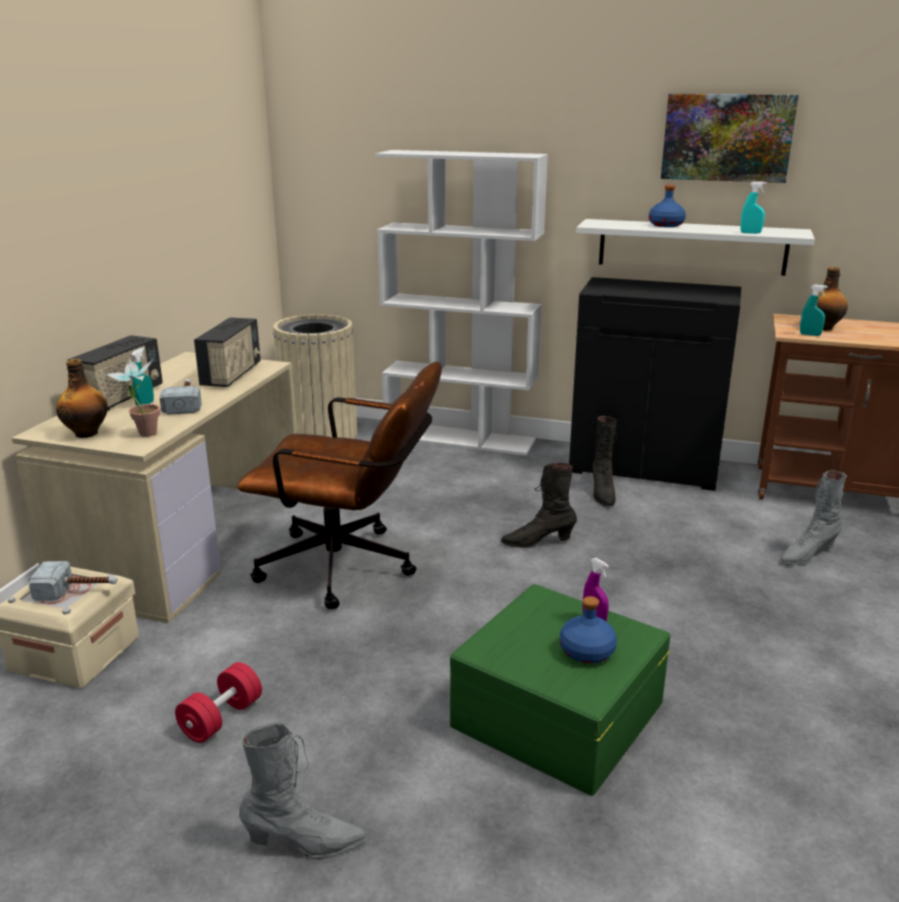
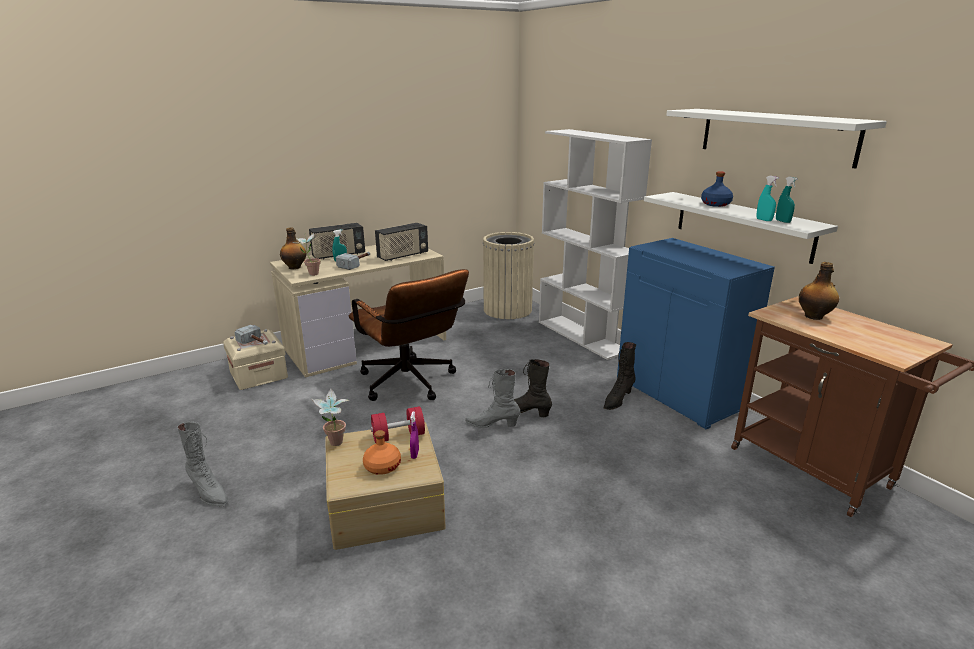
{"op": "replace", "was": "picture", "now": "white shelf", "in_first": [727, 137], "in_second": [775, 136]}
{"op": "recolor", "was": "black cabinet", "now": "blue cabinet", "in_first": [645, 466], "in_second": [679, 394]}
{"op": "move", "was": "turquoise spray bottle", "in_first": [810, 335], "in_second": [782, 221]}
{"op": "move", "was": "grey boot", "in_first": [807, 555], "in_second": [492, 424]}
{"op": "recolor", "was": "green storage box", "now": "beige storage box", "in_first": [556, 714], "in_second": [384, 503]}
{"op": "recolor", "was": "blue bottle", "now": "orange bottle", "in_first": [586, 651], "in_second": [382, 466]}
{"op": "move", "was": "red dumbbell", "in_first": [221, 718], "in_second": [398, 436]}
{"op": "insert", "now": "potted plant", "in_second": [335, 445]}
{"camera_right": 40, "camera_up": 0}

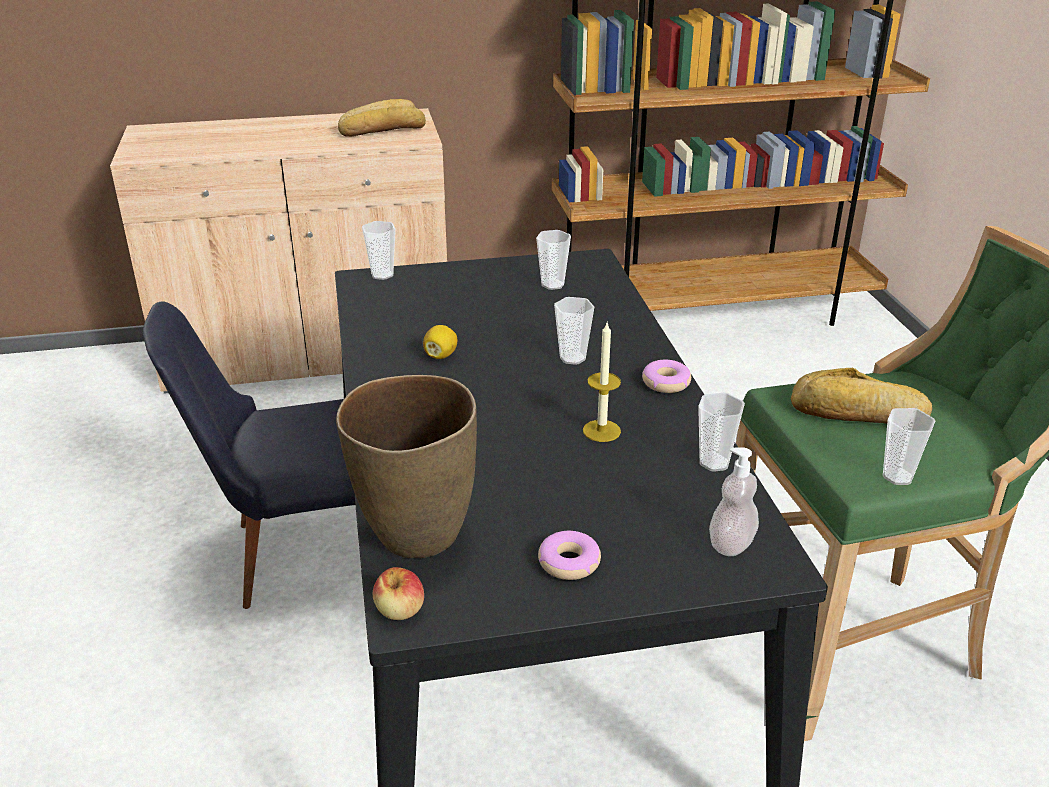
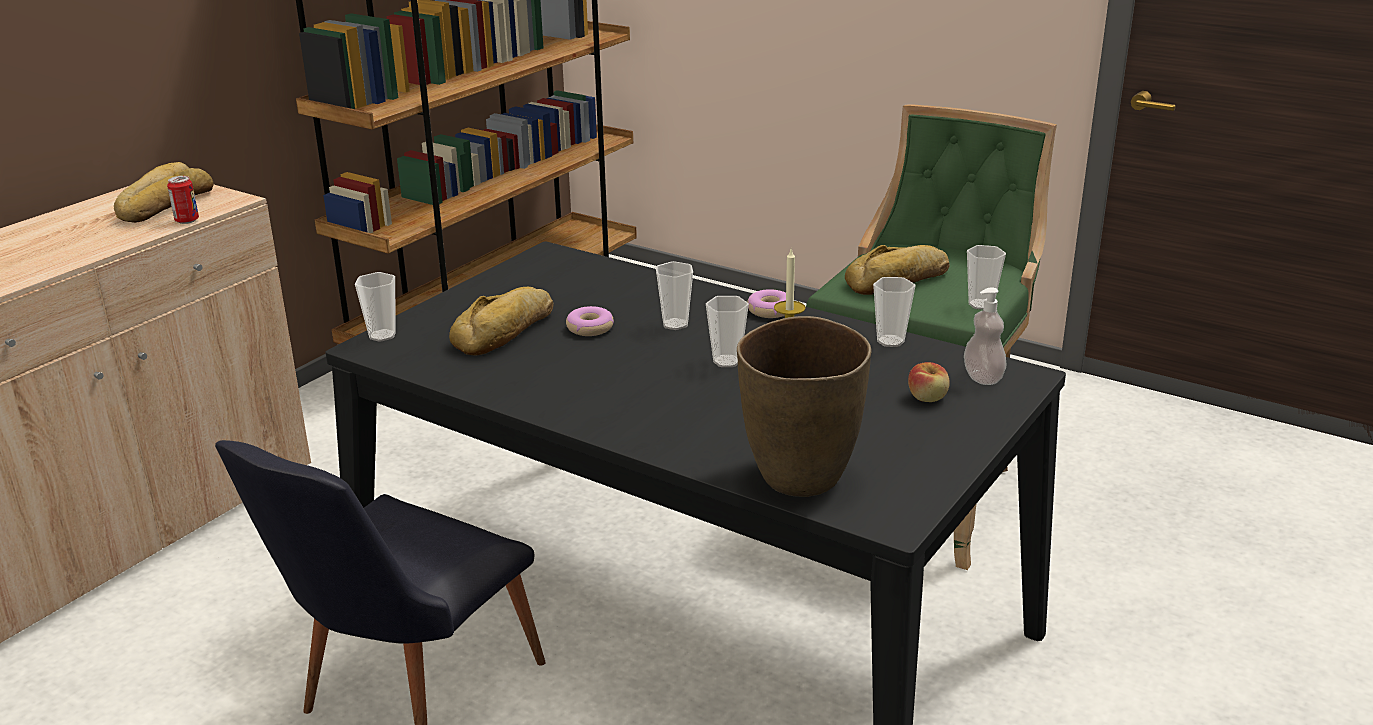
{"op": "move", "was": "cup", "in_first": [552, 285], "in_second": [727, 361]}
{"op": "delete", "was": "lemon", "in_first": [441, 355]}
{"op": "move", "was": "donut", "in_first": [569, 563], "in_second": [590, 328]}
{"op": "move", "was": "apple", "in_first": [400, 610], "in_second": [928, 397]}
{"op": "insert", "now": "can", "in_second": [187, 221]}
{"op": "insert", "now": "bread", "in_second": [507, 331]}
{"camera_right": -45, "camera_up": -5}

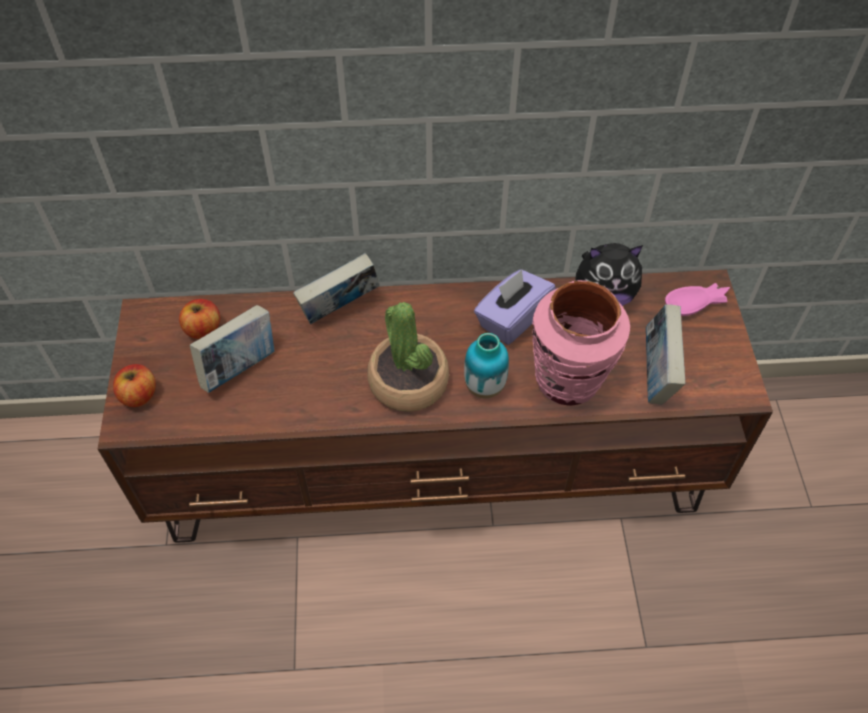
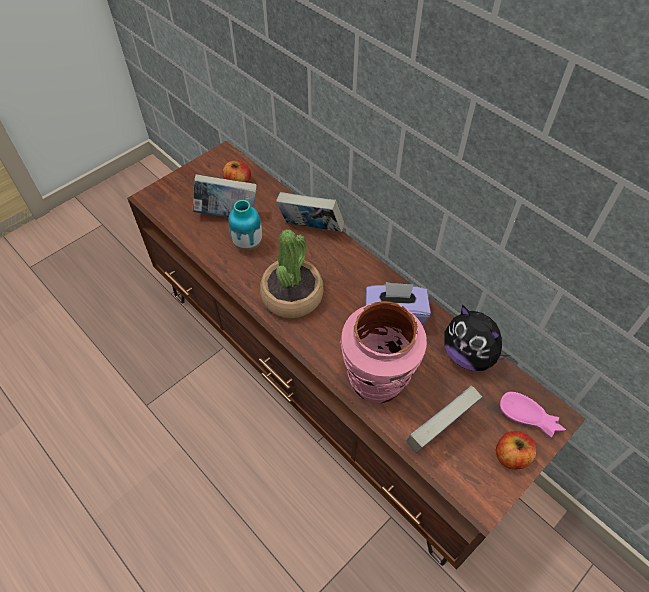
{"op": "move", "was": "vase", "in_first": [484, 387], "in_second": [248, 244]}
{"op": "move", "was": "apple", "in_first": [139, 395], "in_second": [511, 456]}
{"camera_right": 50, "camera_up": 0}

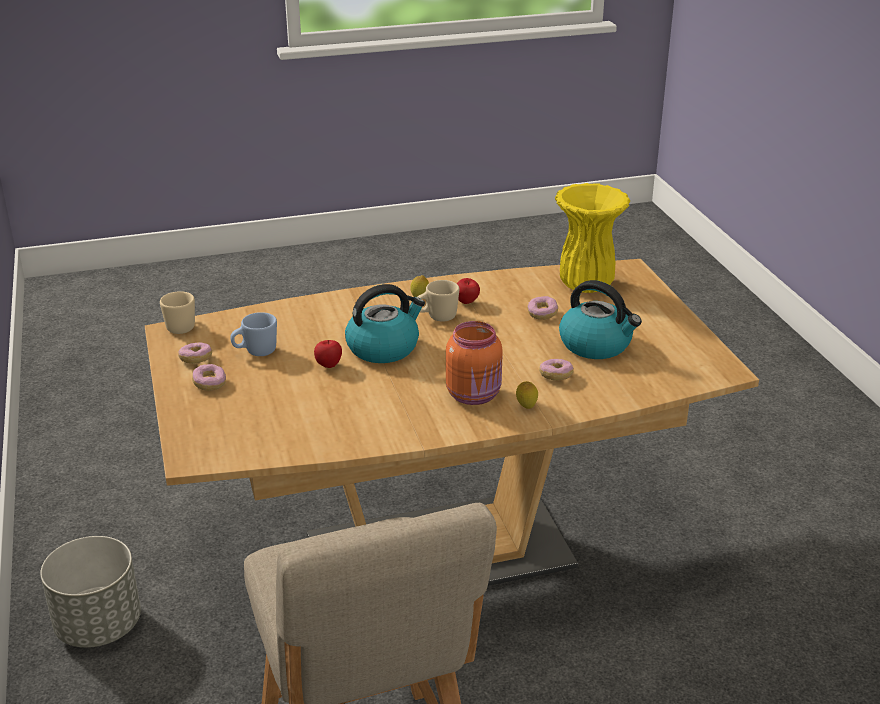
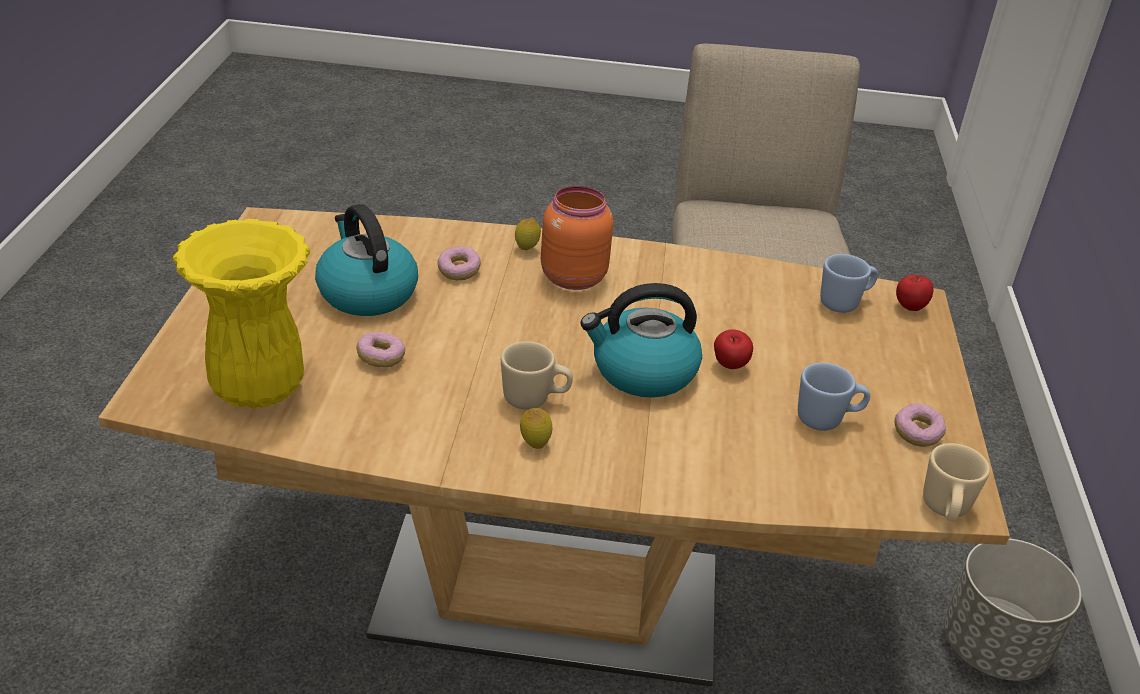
{"op": "move", "was": "apple", "in_first": [467, 303], "in_second": [909, 308]}
{"op": "delete", "was": "donut", "in_first": [209, 384]}
{"op": "insert", "now": "blue mug", "in_second": [845, 303]}
{"camera_right": -160, "camera_up": 5}

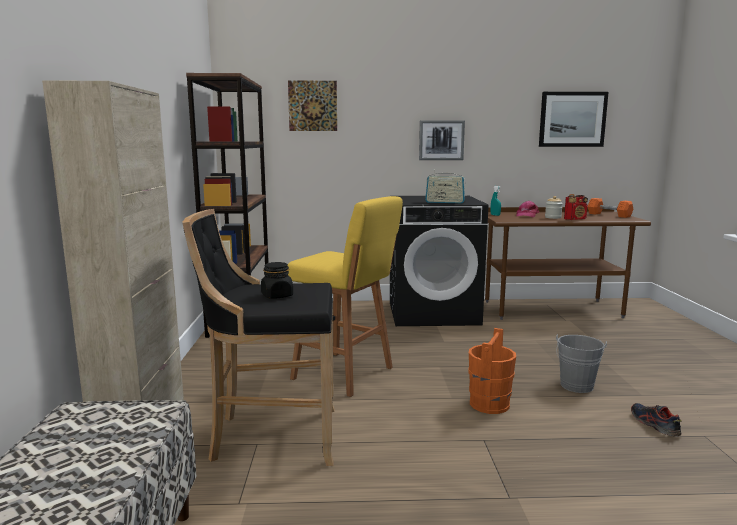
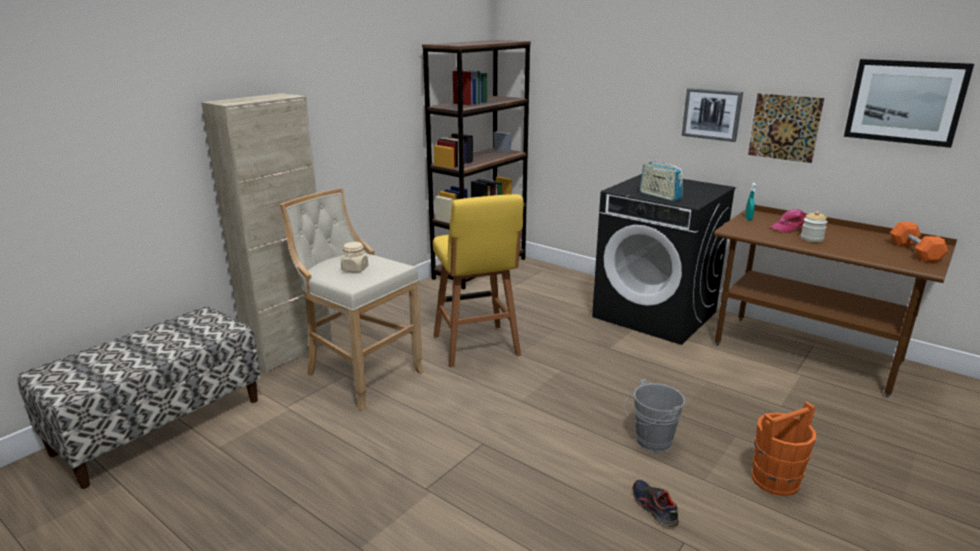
{"op": "move", "was": "picture", "in_first": [312, 106], "in_second": [784, 127]}
{"op": "delete", "was": "radio", "in_first": [575, 219]}
{"op": "recolor", "was": "black stool", "now": "beige stool", "in_first": [271, 437], "in_second": [359, 374]}
{"op": "recolor", "was": "black jar", "now": "beige jar", "in_first": [277, 296], "in_second": [355, 269]}
{"op": "move", "was": "orange bucket", "in_first": [489, 404], "in_second": [775, 480]}
{"op": "rotate", "was": "shoe", "in_first": [654, 424], "in_second": [653, 508], "clockwise": -45}
{"camera_right": 40, "camera_up": 10}

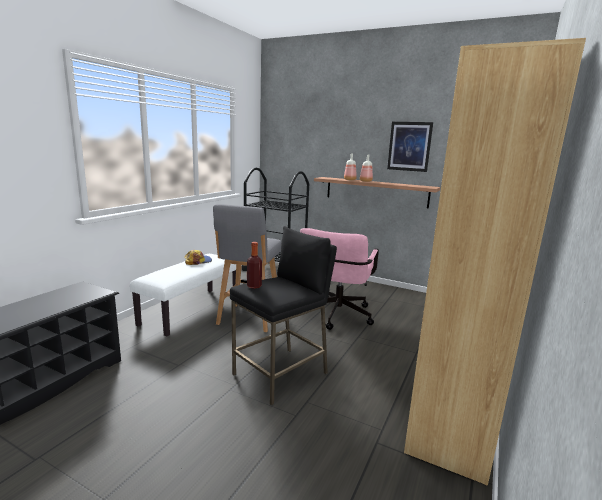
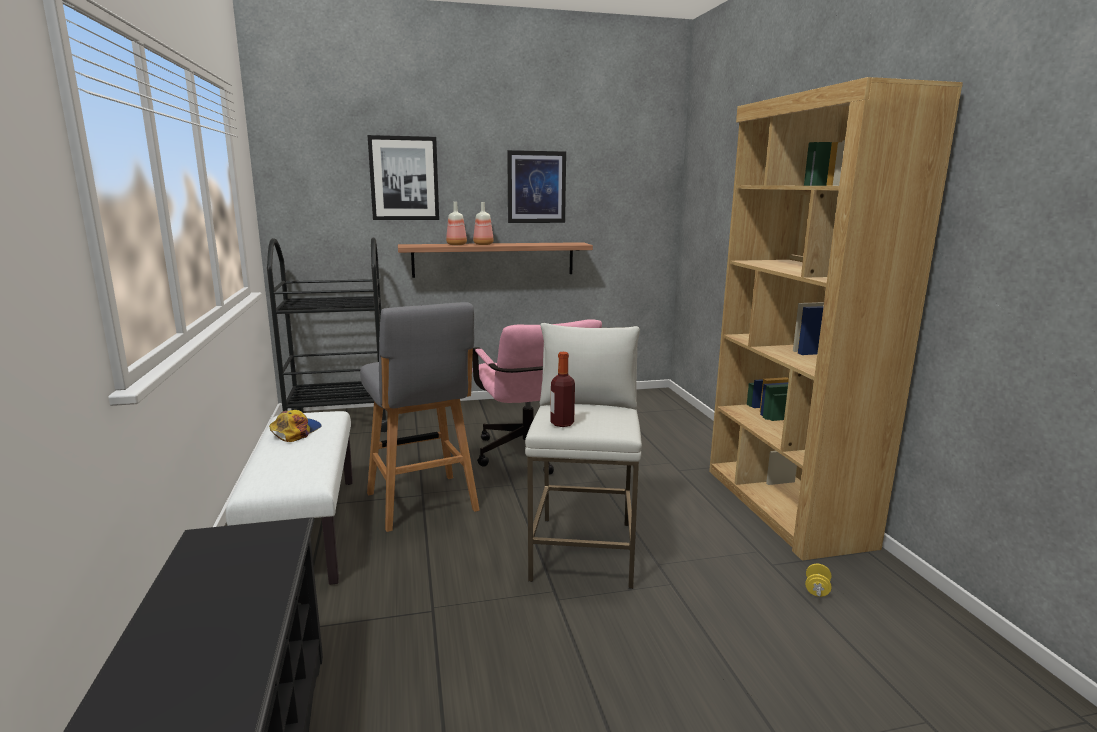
{"op": "recolor", "was": "black stool", "now": "white stool", "in_first": [281, 374], "in_second": [583, 550]}
{"op": "insert", "now": "picture", "in_second": [404, 178]}
{"op": "insert", "now": "yellow dumbbell", "in_second": [816, 590]}
{"camera_right": -40, "camera_up": 0}

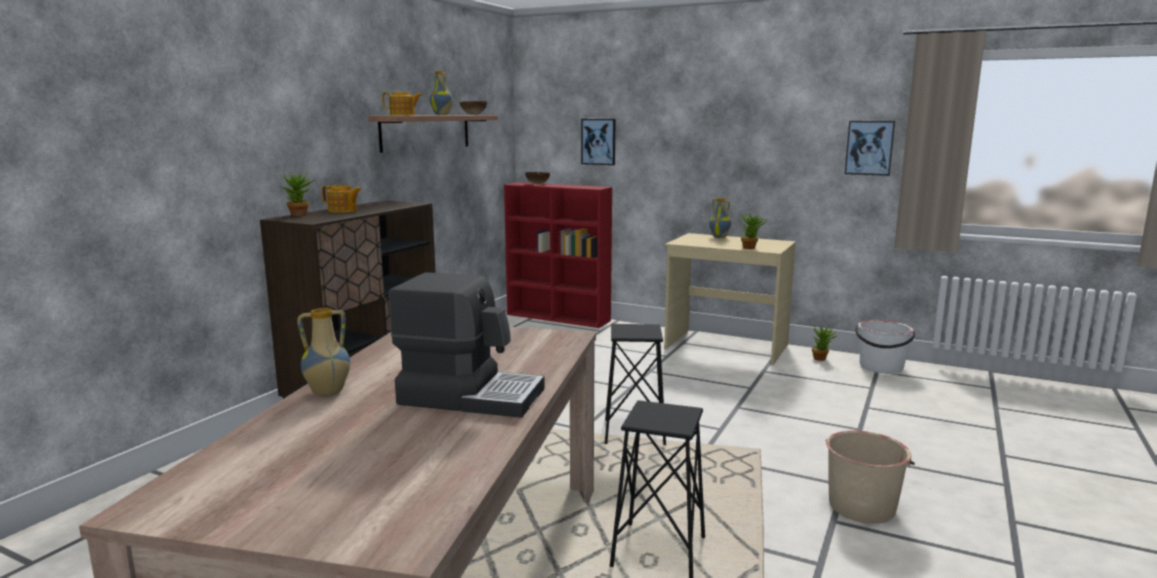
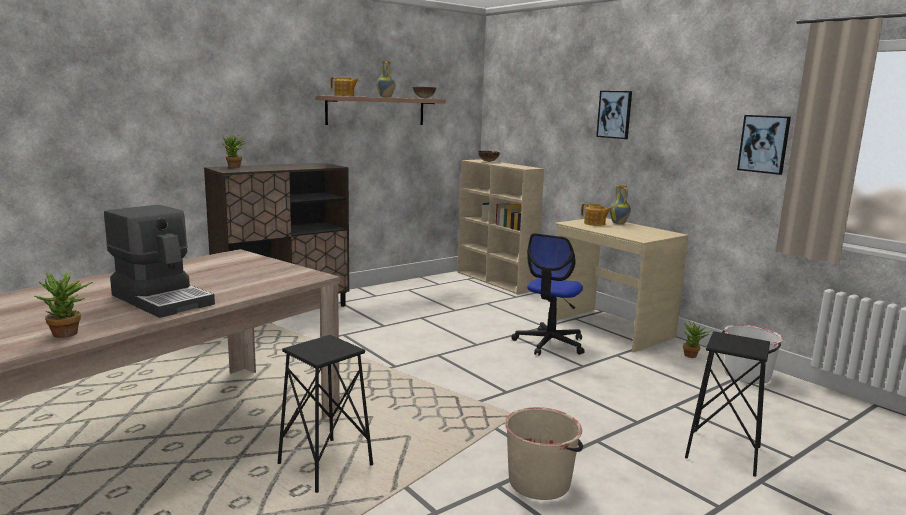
{"op": "move", "was": "picture", "in_first": [598, 141], "in_second": [614, 114]}
{"op": "recolor", "was": "red bookcase", "now": "beige bookcase", "in_first": [559, 317], "in_second": [496, 281]}
{"op": "move", "was": "teapot", "in_first": [343, 211], "in_second": [595, 224]}
{"op": "move", "was": "potted plant", "in_first": [751, 248], "in_second": [68, 335]}
{"op": "delete", "was": "vase", "in_first": [327, 393]}
{"op": "move", "was": "black stool", "in_first": [634, 432], "in_second": [723, 452]}
{"op": "insert", "now": "office chair", "in_second": [549, 343]}
{"camera_right": 25, "camera_up": 0}

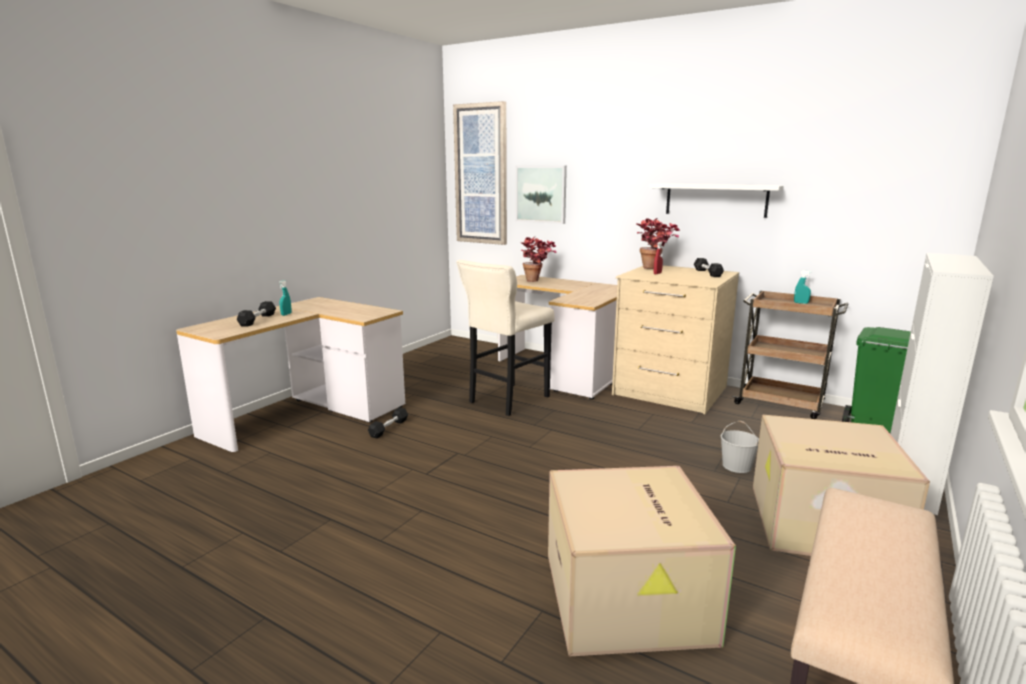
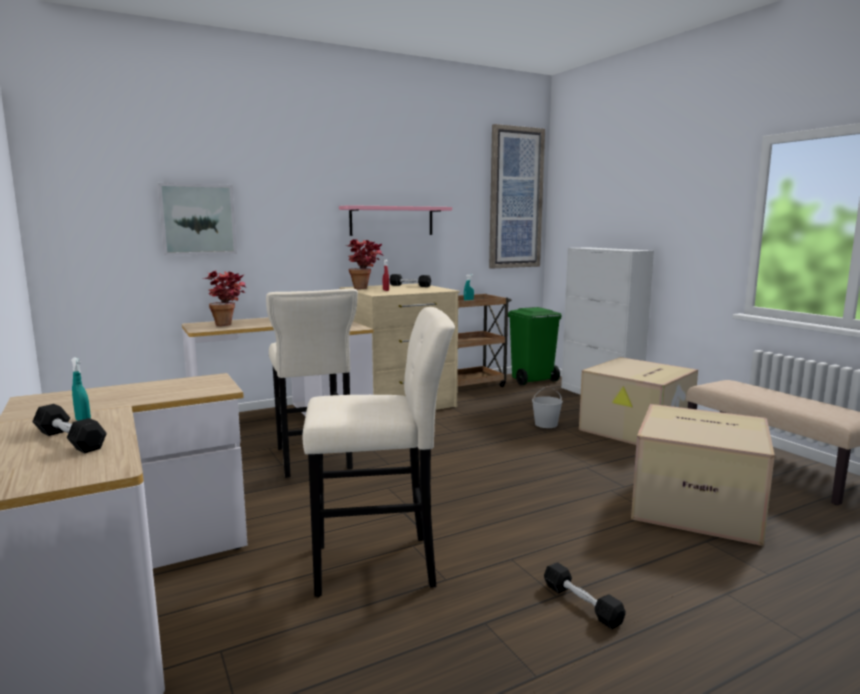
{"op": "move", "was": "picture", "in_first": [481, 175], "in_second": [515, 198]}
{"op": "recolor", "was": "white shelf", "now": "pink shelf", "in_first": [715, 200], "in_second": [392, 221]}
{"op": "move", "was": "black dumbbell", "in_first": [389, 428], "in_second": [582, 604]}
{"op": "insert", "now": "beige stool", "in_second": [381, 565]}
{"camera_right": -60, "camera_up": -5}

